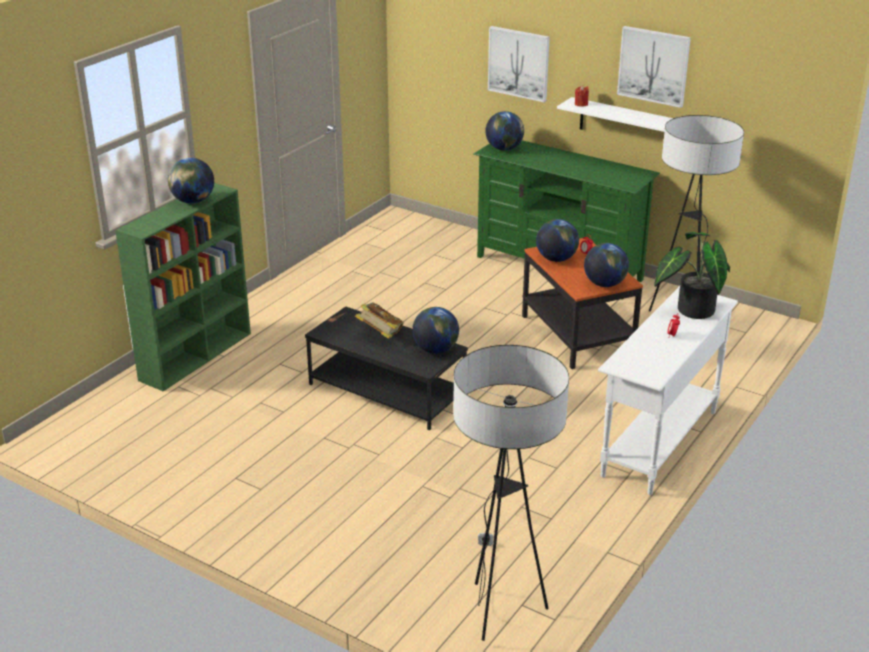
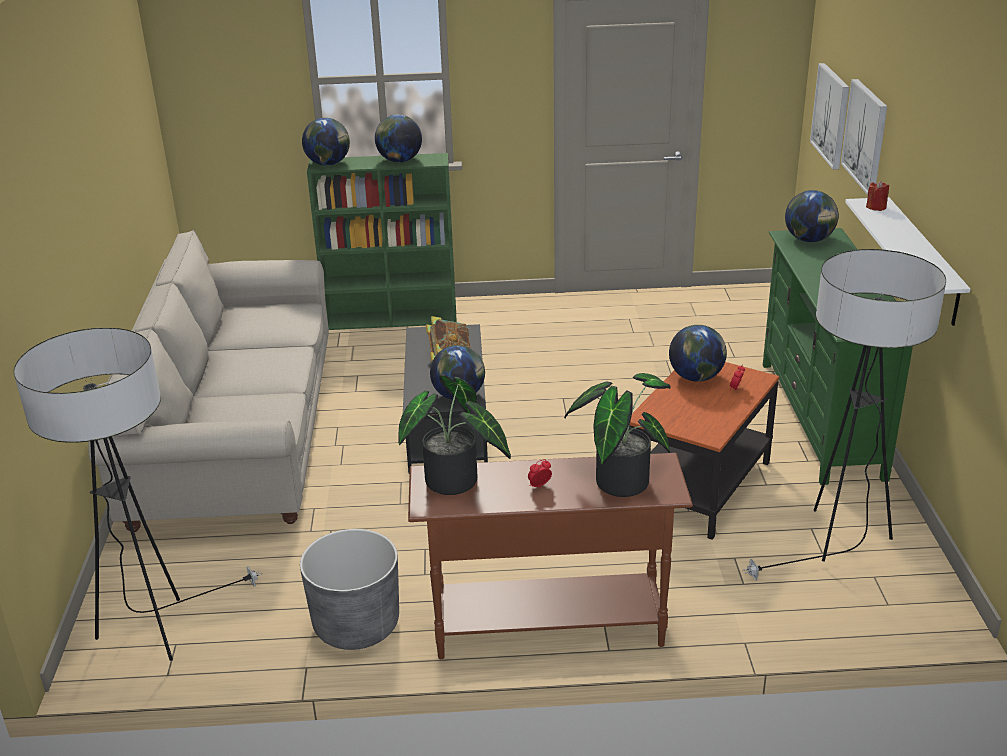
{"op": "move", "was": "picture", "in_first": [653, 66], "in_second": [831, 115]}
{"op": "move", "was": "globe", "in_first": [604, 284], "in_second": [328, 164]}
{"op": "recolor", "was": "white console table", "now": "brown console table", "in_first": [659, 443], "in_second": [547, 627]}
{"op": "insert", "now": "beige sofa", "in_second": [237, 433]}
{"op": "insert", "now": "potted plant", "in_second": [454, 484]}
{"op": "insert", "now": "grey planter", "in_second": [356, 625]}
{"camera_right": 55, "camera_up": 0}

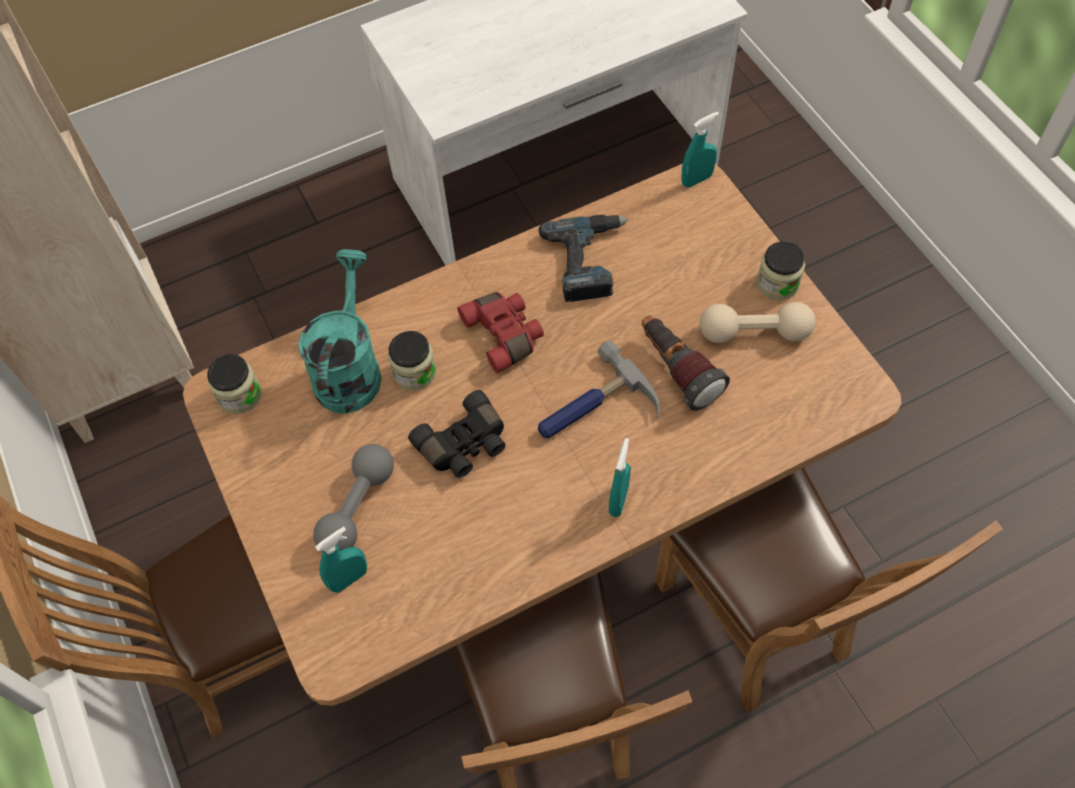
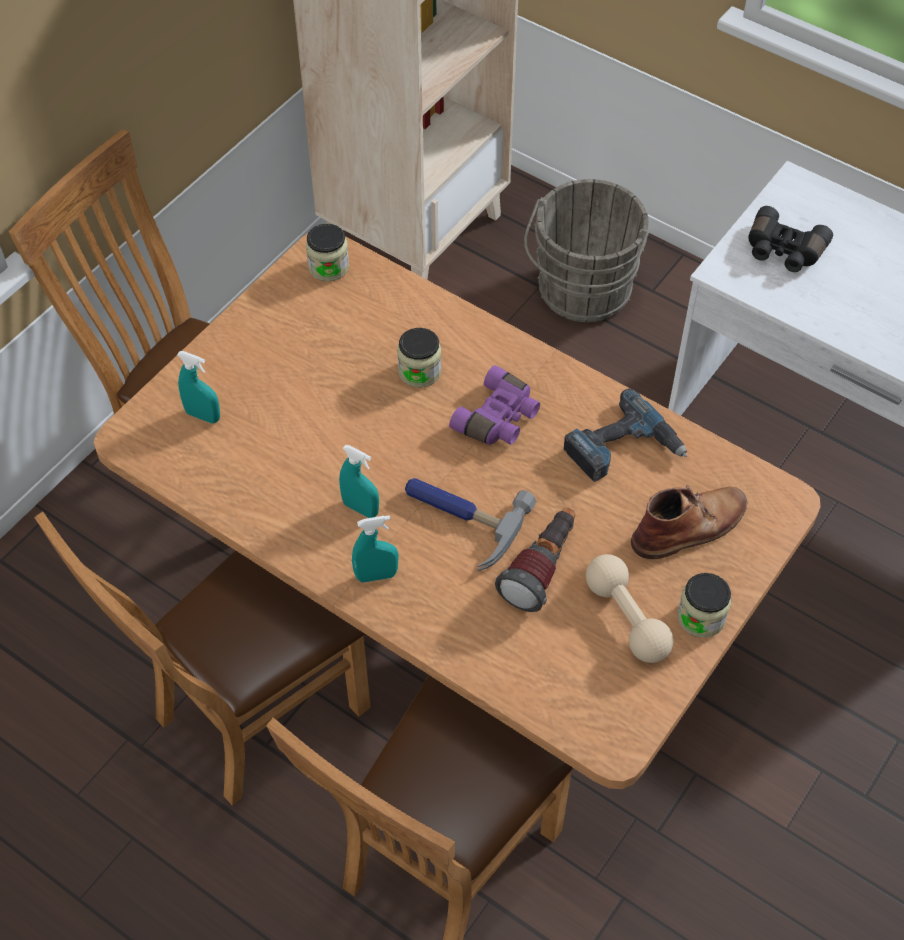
{"op": "move", "was": "turquoise spray bottle", "in_first": [696, 180], "in_second": [360, 508]}
{"op": "delete", "was": "turquoise watering can", "in_first": [349, 368]}
{"op": "recolor", "was": "red binoculars", "now": "purple binoculars", "in_first": [505, 334], "in_second": [499, 419]}
{"op": "move", "was": "black binoculars", "in_first": [464, 445], "in_second": [783, 251]}
{"op": "delete", "was": "grey dumbbell", "in_first": [358, 507]}
{"op": "insert", "now": "grey bucket", "in_second": [582, 293]}
{"op": "insert", "now": "brown boot", "in_second": [690, 526]}
{"camera_right": 60, "camera_up": -5}

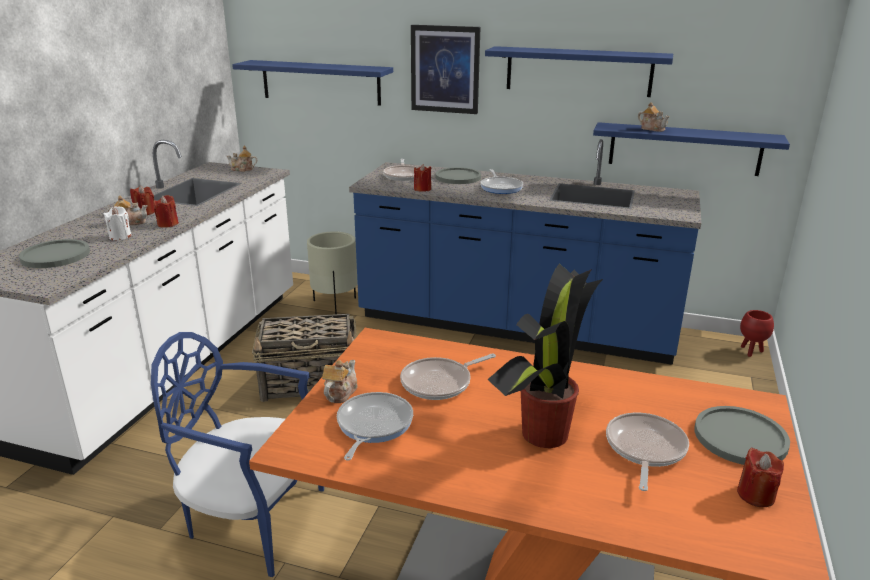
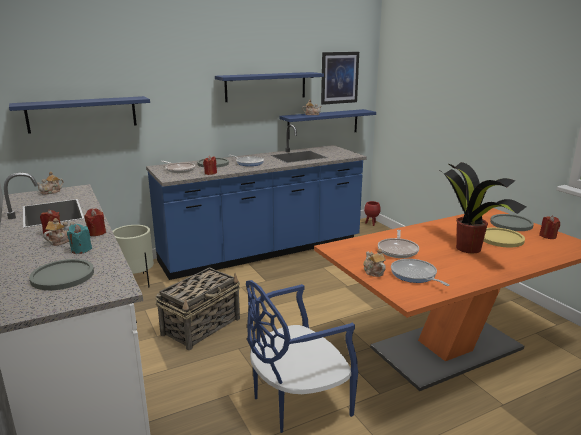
{"op": "move", "was": "picture", "in_first": [445, 69], "in_second": [339, 78]}
{"op": "recolor", "was": "white candle", "now": "turquoise candle", "in_first": [120, 236], "in_second": [81, 250]}
{"op": "replace", "was": "frying pan", "now": "yellow plate", "in_first": [644, 449], "in_second": [500, 238]}
{"camera_right": -45, "camera_up": -5}

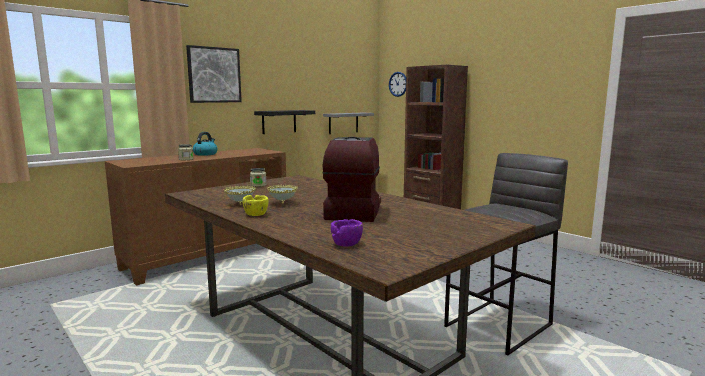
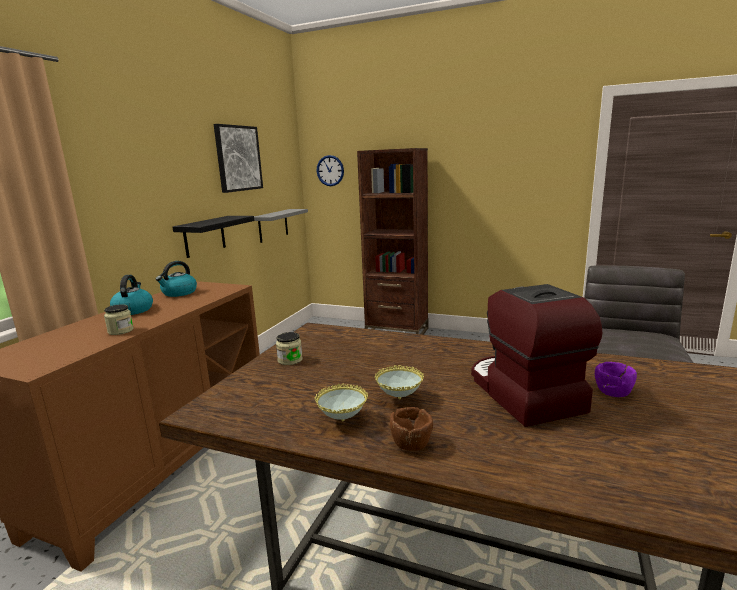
{"op": "move", "was": "picture", "in_first": [214, 75], "in_second": [238, 158]}
{"op": "recolor", "was": "yellow bowl", "now": "brown bowl", "in_first": [256, 214], "in_second": [411, 444]}
{"op": "move", "was": "purple bowl", "in_first": [346, 244], "in_second": [613, 392]}
{"op": "insert", "now": "kettle", "in_second": [179, 293]}
{"camera_right": -25, "camera_up": 5}

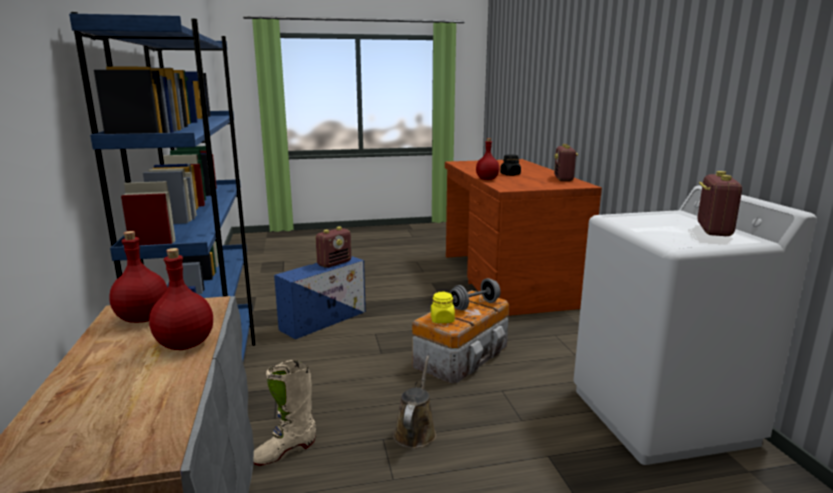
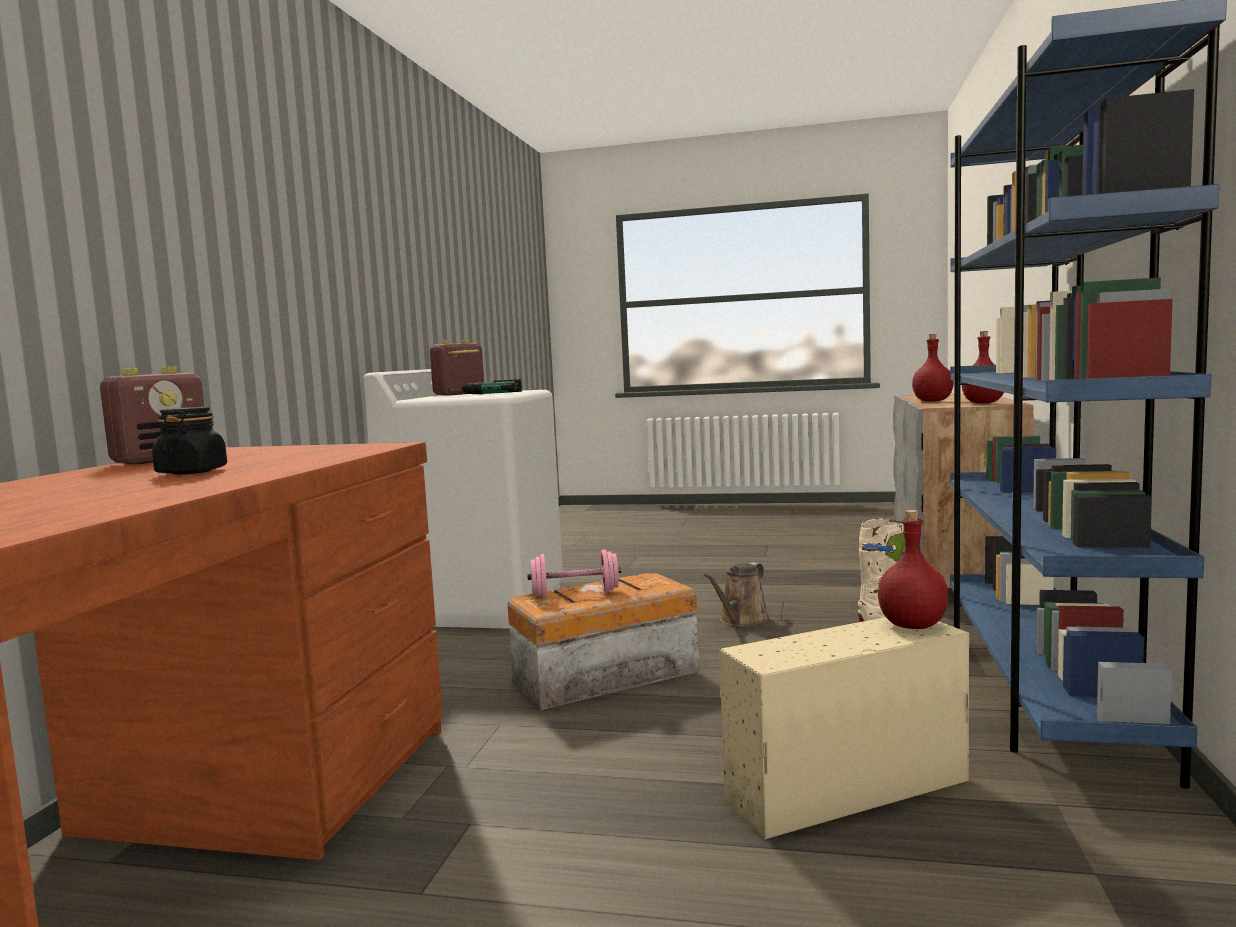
{"op": "move", "was": "red bottle", "in_first": [487, 179], "in_second": [911, 625]}
{"op": "delete", "was": "radio", "in_first": [334, 263]}
{"op": "recolor", "was": "blue storage box", "now": "beige storage box", "in_first": [324, 320], "in_second": [844, 791]}
{"op": "recolor", "was": "grey dumbbell", "now": "pink dumbbell", "in_first": [474, 305], "in_second": [575, 594]}
{"op": "delete", "was": "yellow jar", "in_first": [442, 319]}
{"op": "insert", "now": "power drill", "in_second": [486, 394]}
{"camera_right": -155, "camera_up": -10}

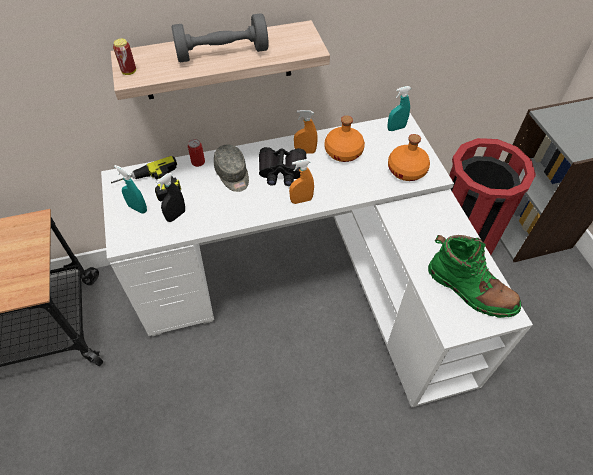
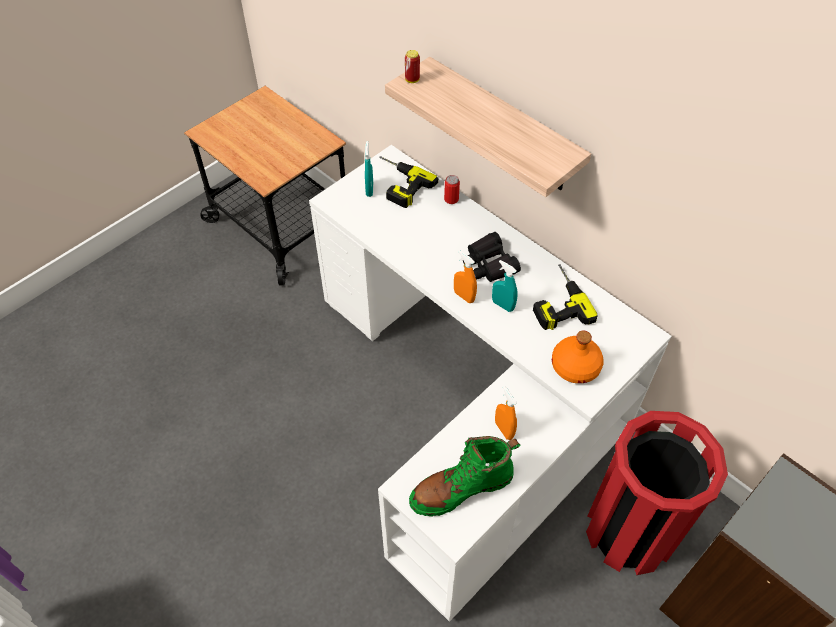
{"op": "delete", "was": "grey dumbbell", "in_first": [222, 53]}
{"op": "move", "was": "turquoise spray bottle", "in_first": [396, 128], "in_second": [502, 305]}
{"op": "move", "was": "orange spray bottle", "in_first": [305, 151], "in_second": [504, 429]}
{"op": "replace", "was": "orange bottle", "now": "power drill", "in_first": [344, 152], "in_second": [556, 301]}
{"op": "delete", "was": "grey cap", "in_first": [233, 175]}
{"op": "delete", "was": "black spray bottle", "in_first": [176, 215]}
{"op": "rotate", "was": "green boot", "in_first": [470, 290], "in_second": [461, 488], "clockwise": 60}
{"camera_right": 60, "camera_up": 0}

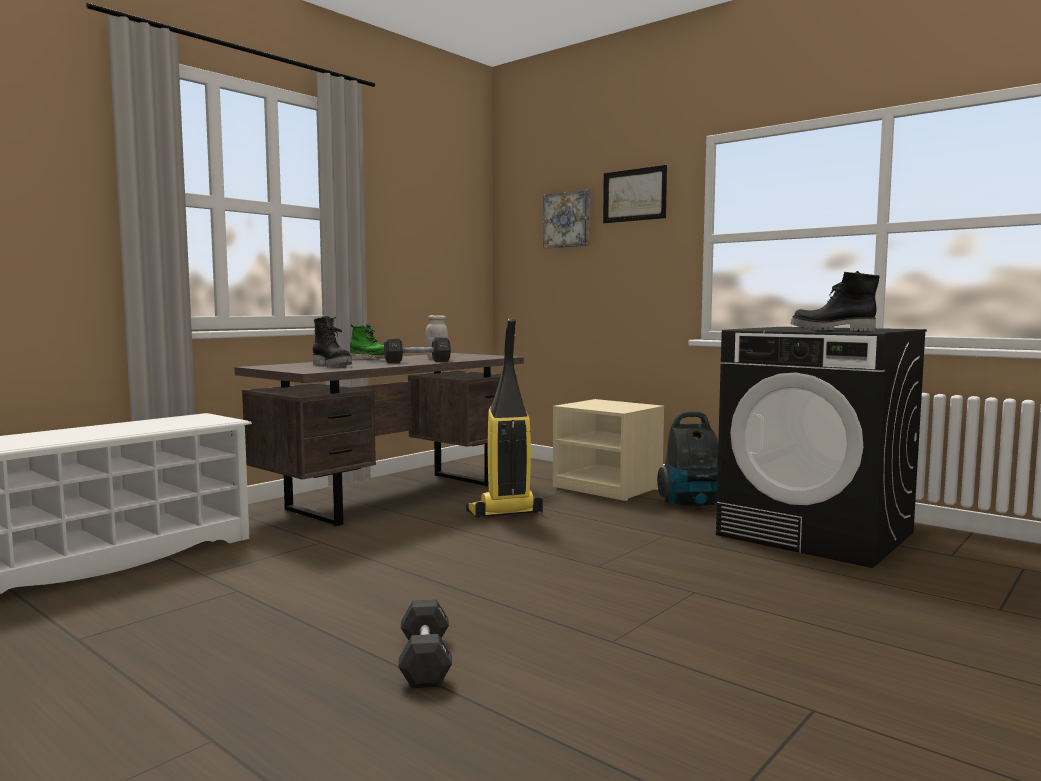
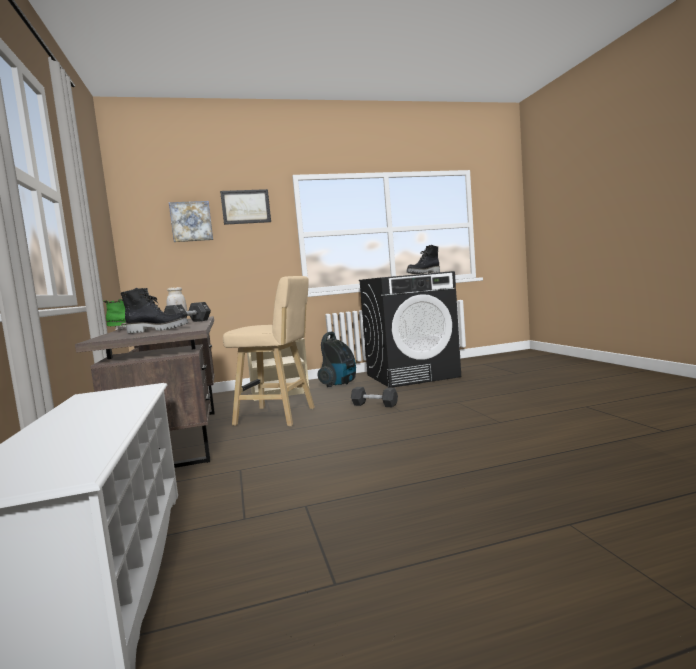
{"op": "replace", "was": "vacuum cleaner", "now": "beige stool", "in_first": [504, 513], "in_second": [278, 417]}
{"op": "move", "was": "black dumbbell", "in_first": [425, 661], "in_second": [374, 405]}
{"camera_right": -55, "camera_up": 0}

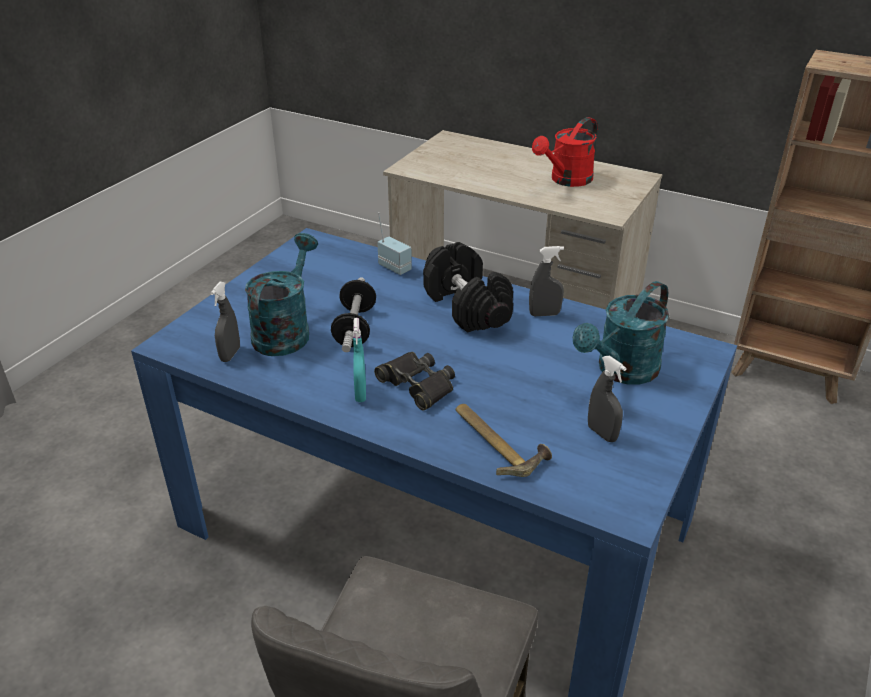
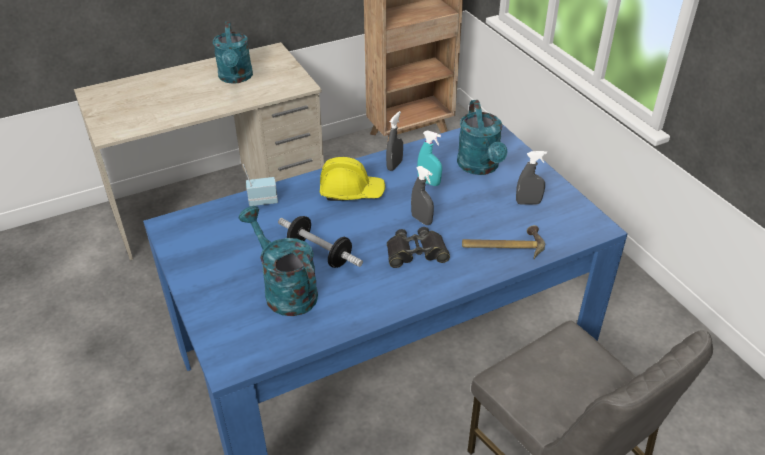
{"op": "recolor", "was": "red watering can", "now": "turquoise watering can", "in_first": [566, 180], "in_second": [236, 78]}
{"op": "replace", "was": "black dumbbell", "now": "yellow hard hat", "in_first": [467, 307], "in_second": [351, 192]}
{"op": "move", "was": "grey spray bottle", "in_first": [230, 354], "in_second": [421, 220]}
{"op": "move", "was": "turquoise spray bottle", "in_first": [360, 393], "in_second": [429, 182]}
{"camera_right": -55, "camera_up": 5}

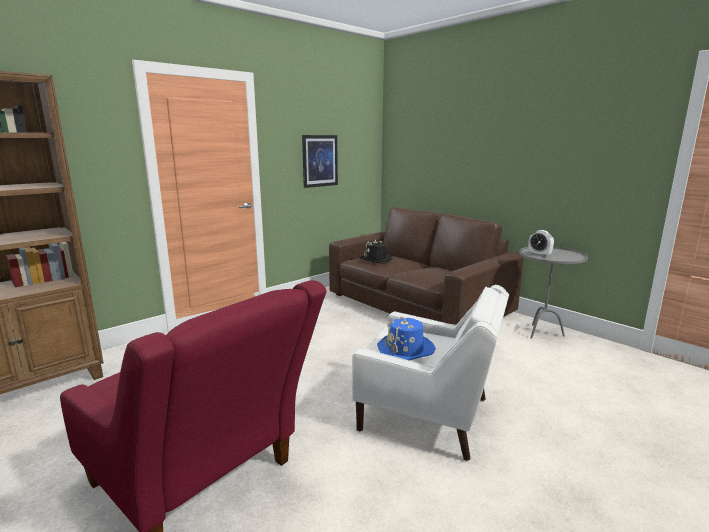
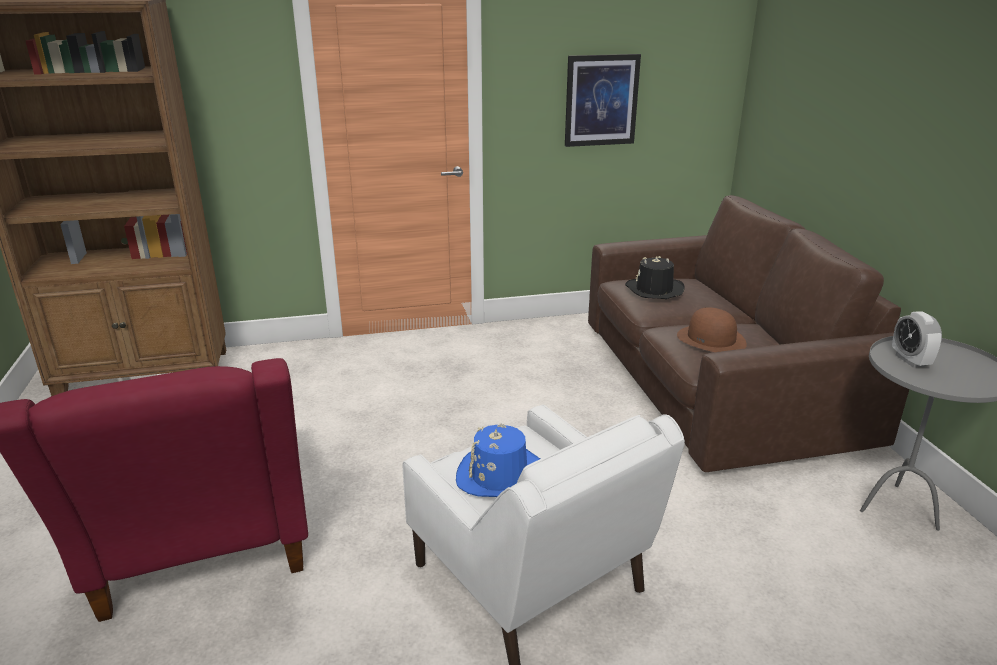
{"op": "insert", "now": "brown hat", "in_second": [711, 339]}
{"camera_right": 30, "camera_up": 10}

